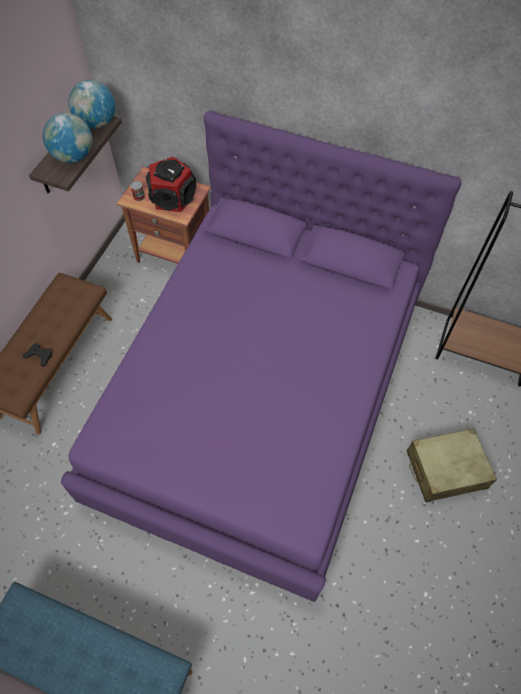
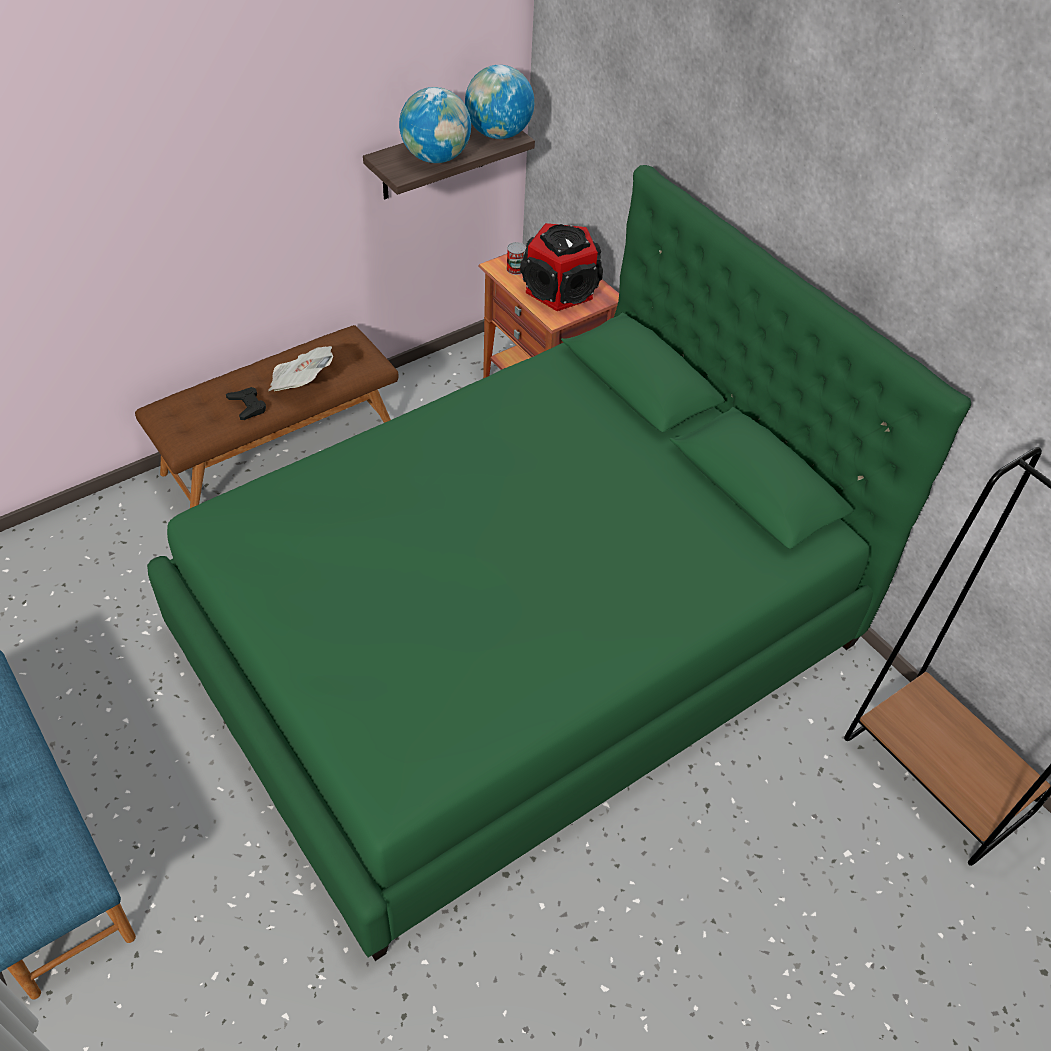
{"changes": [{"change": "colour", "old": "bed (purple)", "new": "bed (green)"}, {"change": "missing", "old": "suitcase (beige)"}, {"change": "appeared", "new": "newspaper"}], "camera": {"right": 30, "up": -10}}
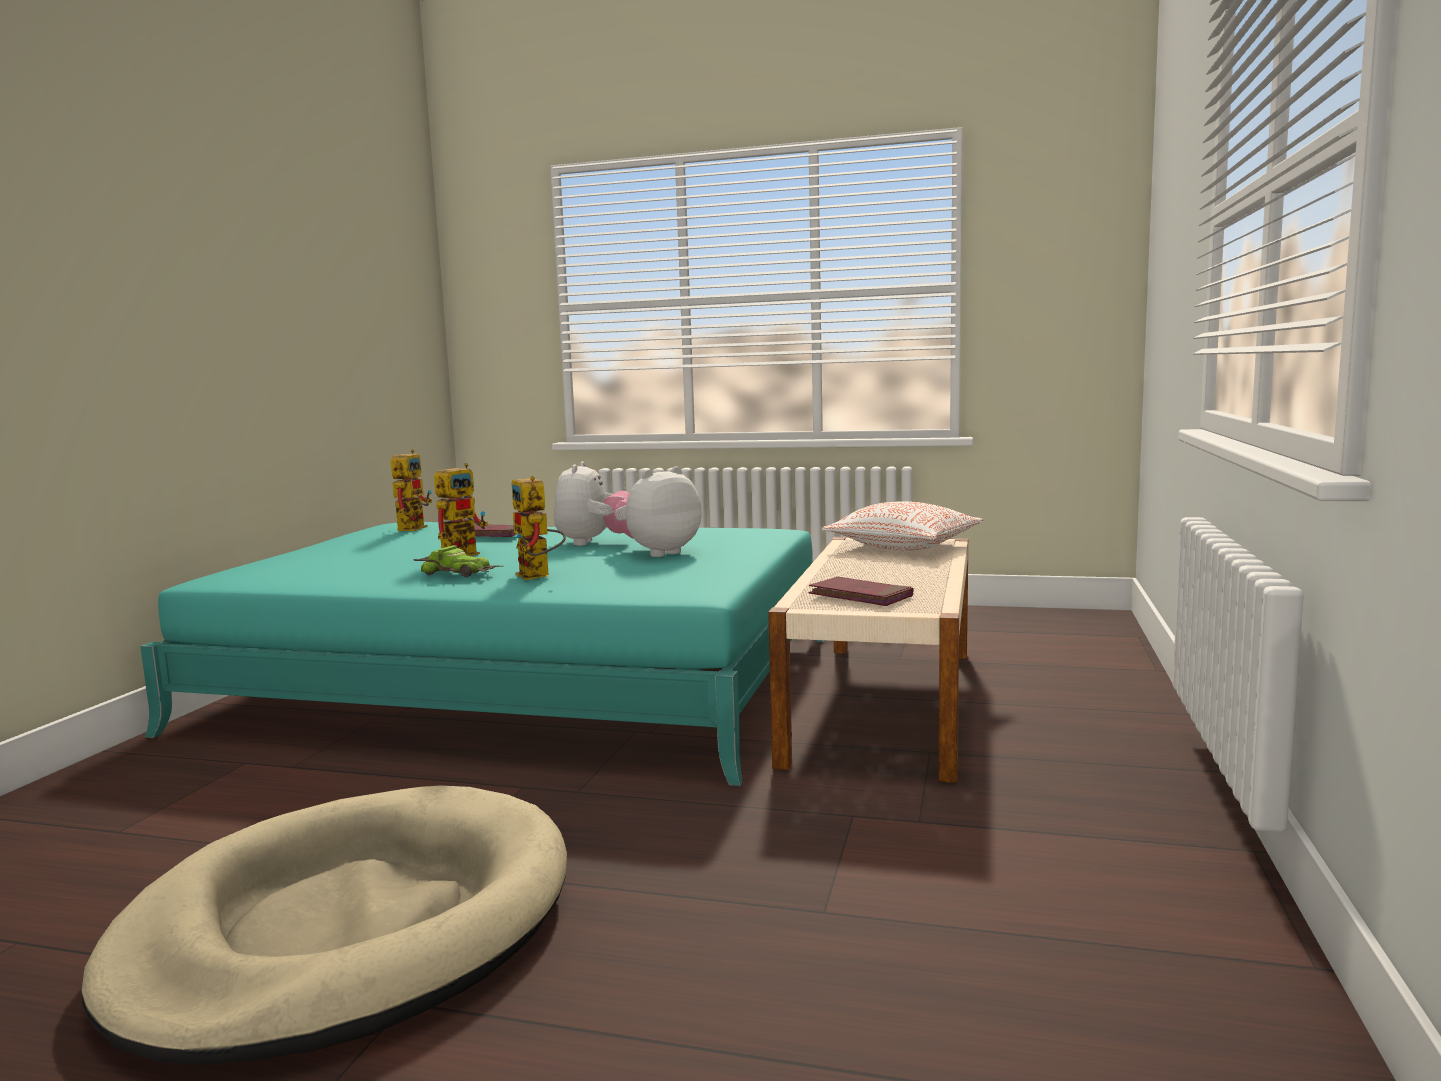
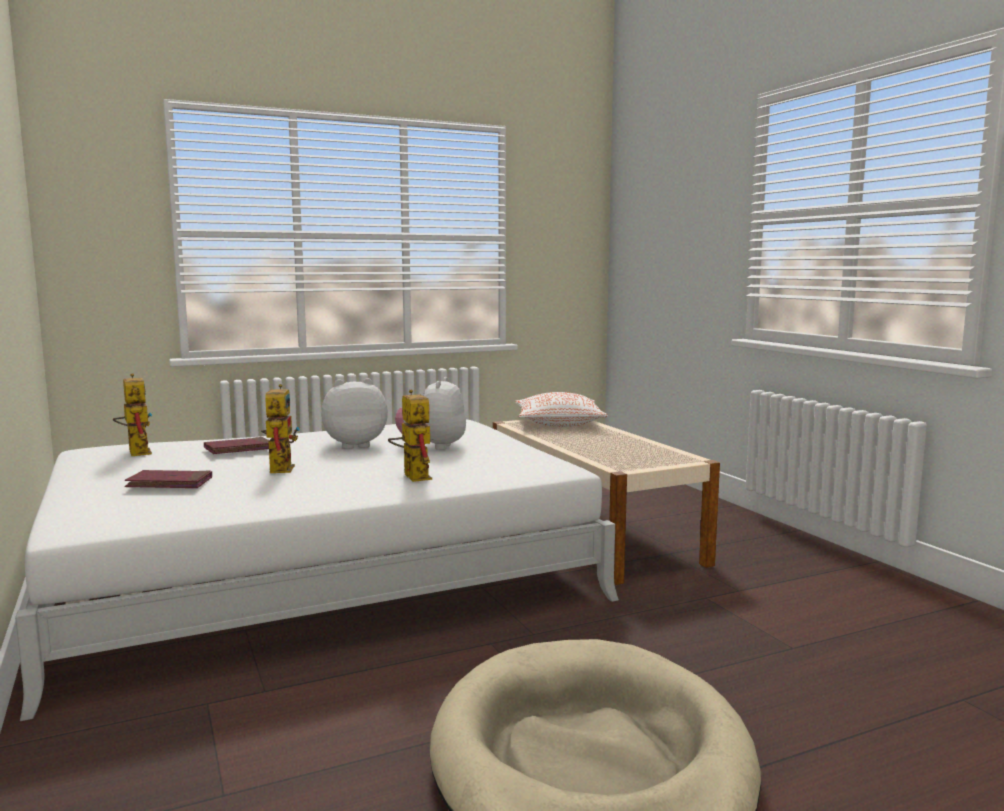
{"changes": [{"change": "spun", "old": "plush toy (no. 1 from left)", "degrees": -75}, {"change": "spun", "old": "toy robot (no. 3 from left)", "degrees": -135}, {"change": "colour", "old": "bed (turquoise)", "new": "bed (white)"}, {"change": "missing", "old": "toy car"}, {"change": "relocated", "old": "book (red) (no. 2 from left in the first image)", "new": "book (red) (no. 1 from left)"}], "camera": {"right": -40, "up": 0}}
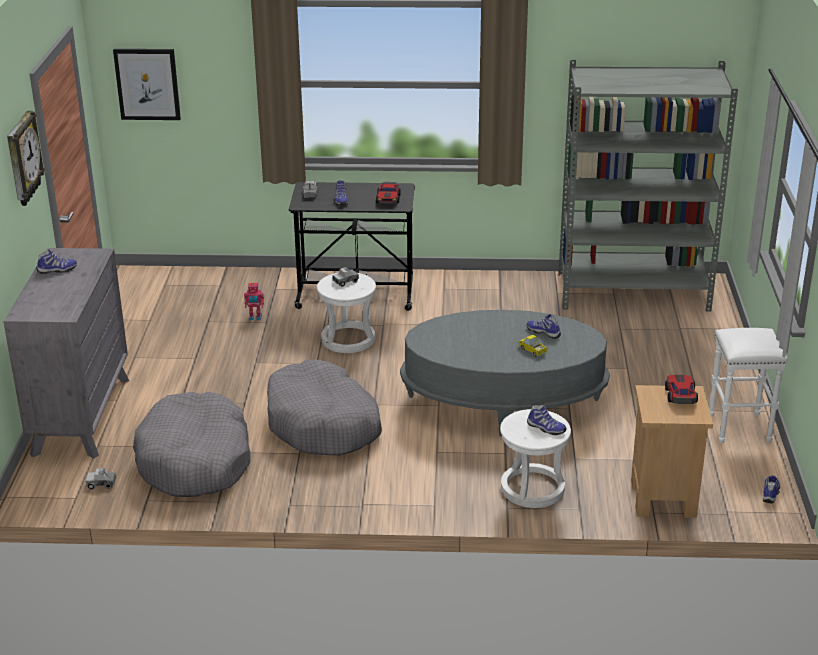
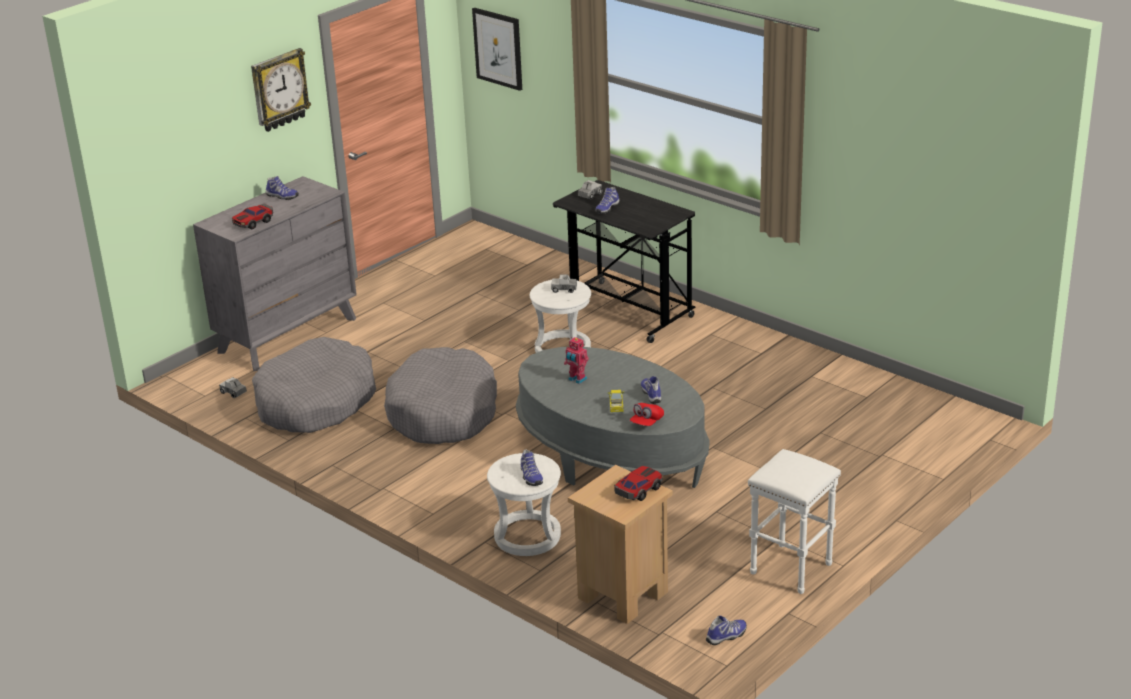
{"changes": [{"change": "missing", "old": "bookcase (grey)"}, {"change": "relocated", "old": "toy car (no. 1 from left)"}, {"change": "relocated", "old": "toy robot"}, {"change": "appeared", "new": "cap (red)"}], "camera": {"right": 40, "up": 0}}
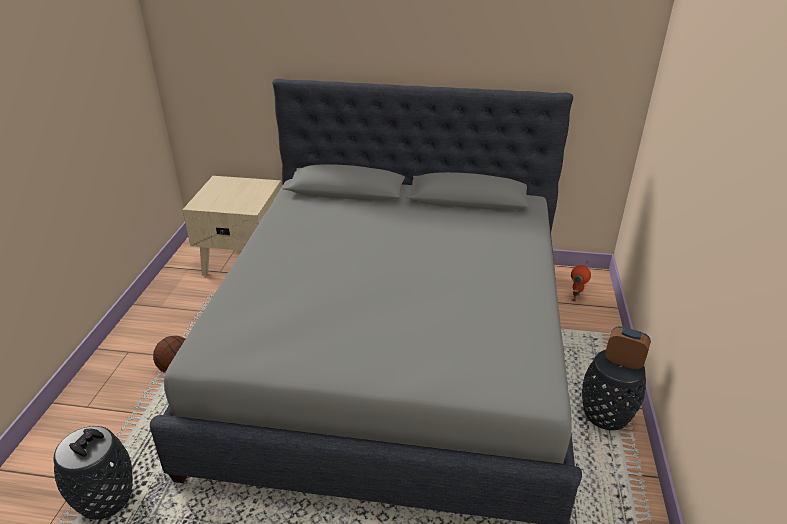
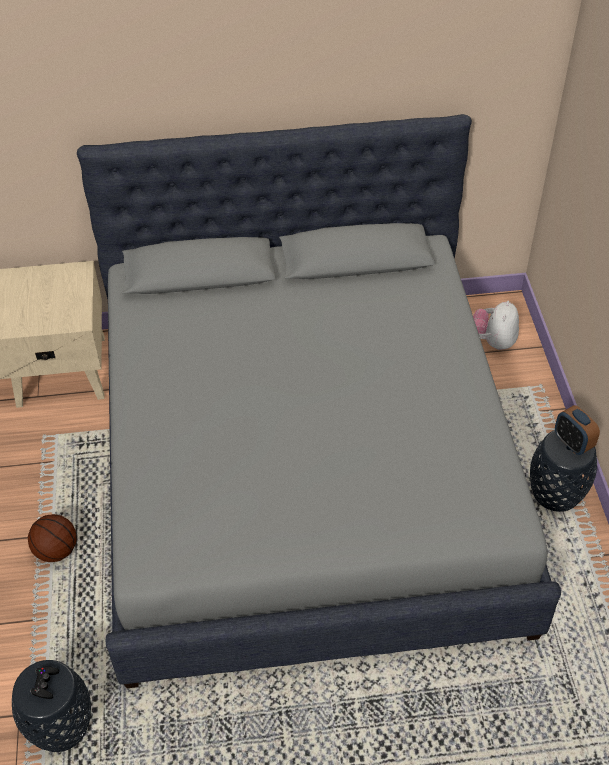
{"changes": [{"change": "exchanged", "old": "toy robot", "new": "plush toy"}, {"change": "spun", "old": "alarm clock", "degrees": -135}], "camera": {"right": -15, "up": 15}}
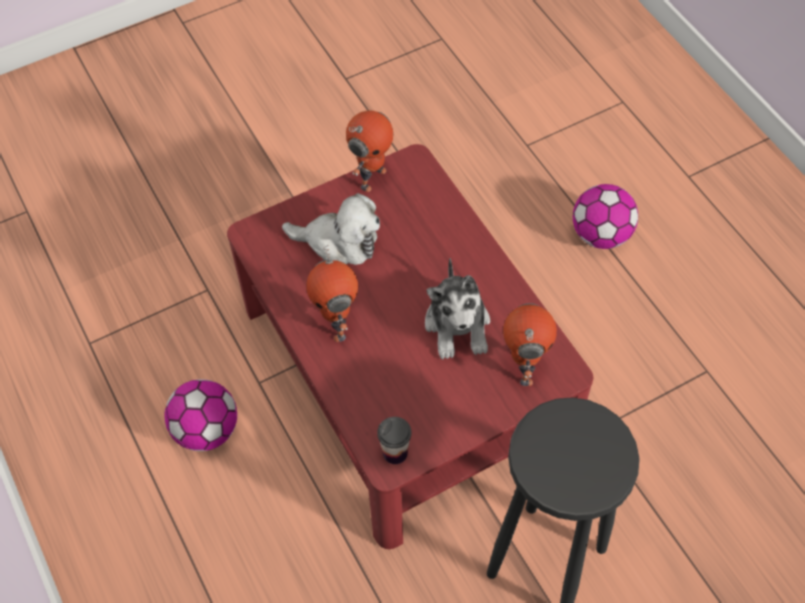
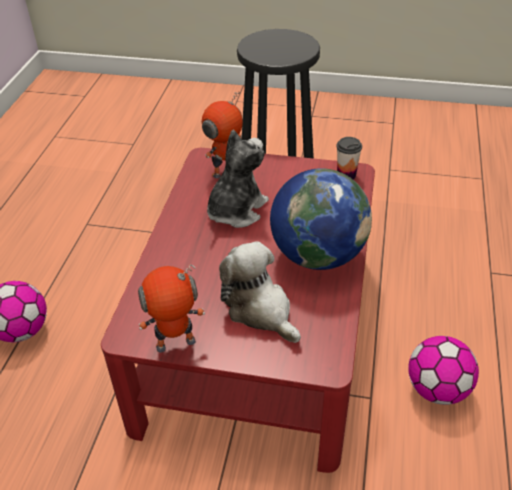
{"changes": [{"change": "exchanged", "old": "toy robot (no. 1 from left)", "new": "globe"}], "camera": {"right": -140, "up": -15}}
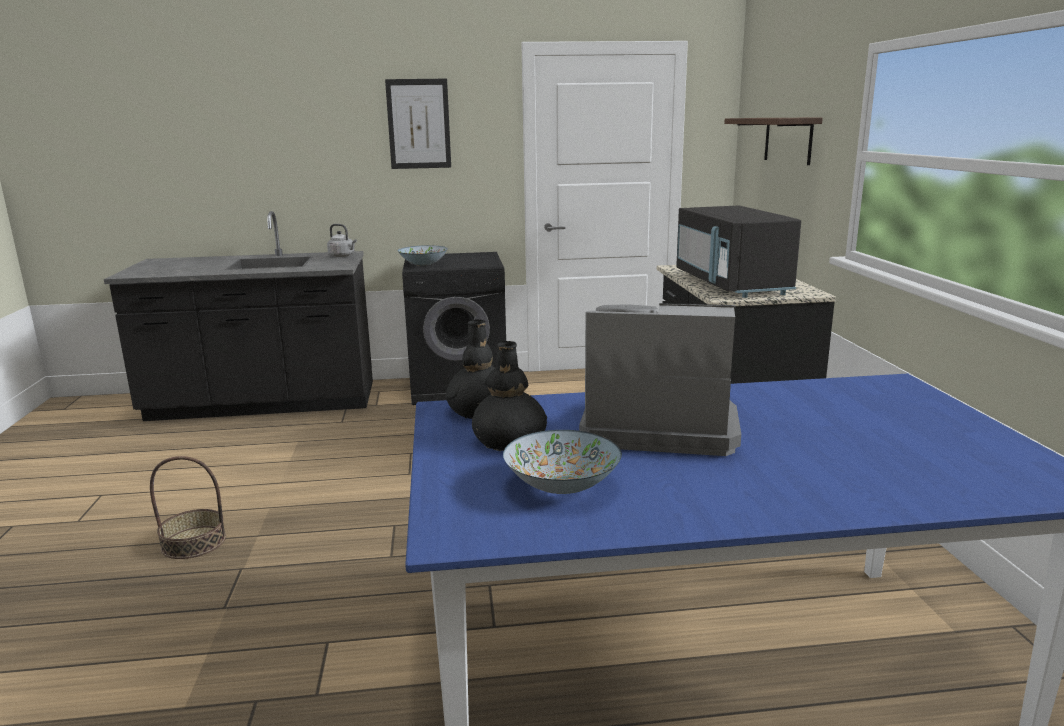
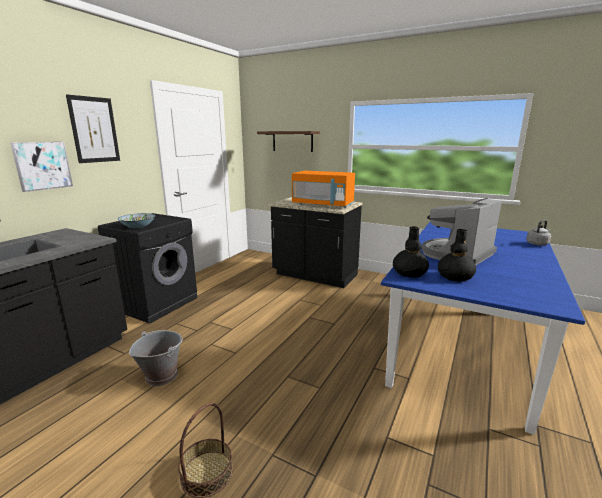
{"changes": [{"change": "colour", "old": "microwave (black)", "new": "microwave (orange)"}, {"change": "relocated", "old": "kettle (grey)"}, {"change": "missing", "old": "bowl (no. 2 from left)"}, {"change": "appeared", "new": "picture (no. 1 from left)"}, {"change": "appeared", "new": "bucket (grey)"}], "camera": {"right": -55, "up": 0}}
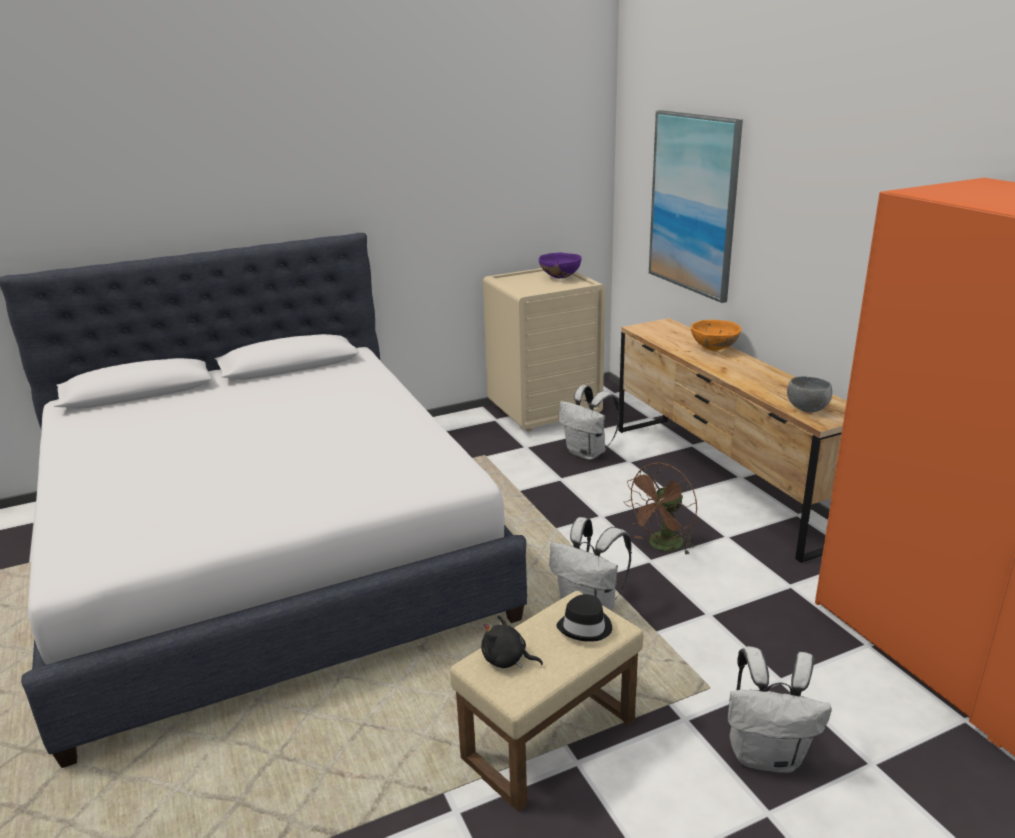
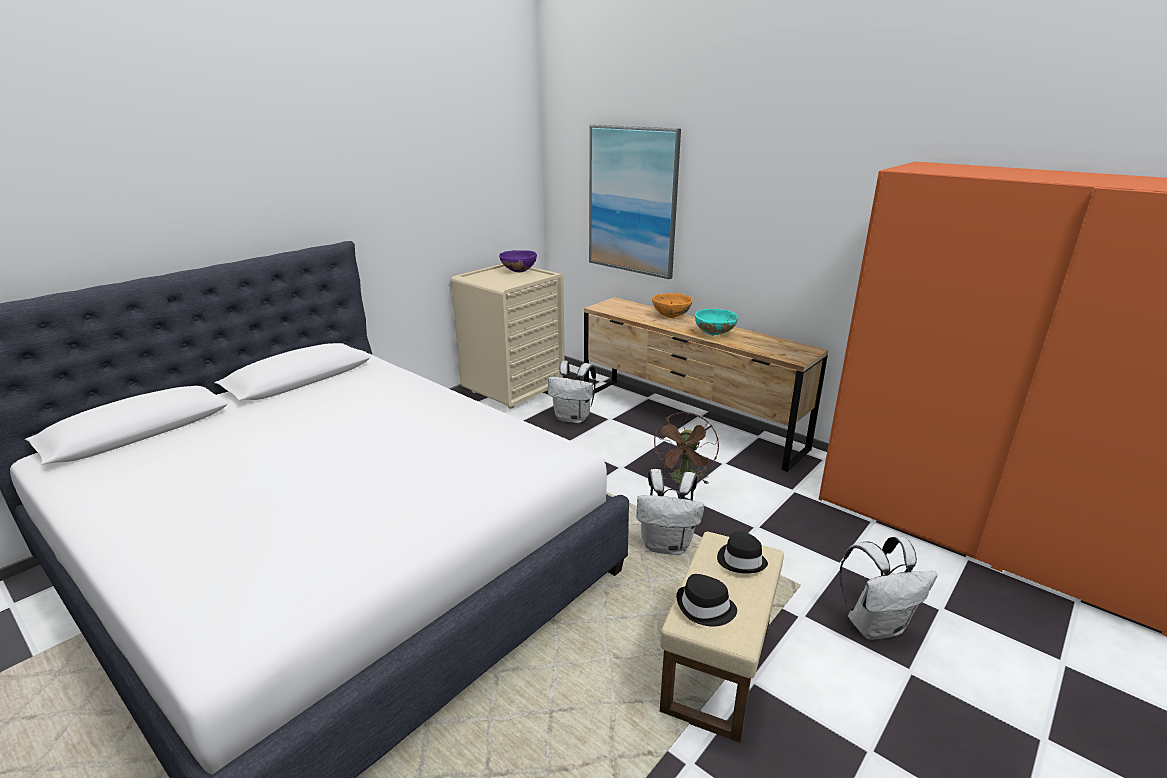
{"changes": [{"change": "missing", "old": "bowl (grey)"}, {"change": "exchanged", "old": "plush toy (black)", "new": "hat (black) (no. 1 from left)"}, {"change": "appeared", "new": "bowl (turquoise)"}], "camera": {"right": -25, "up": 0}}
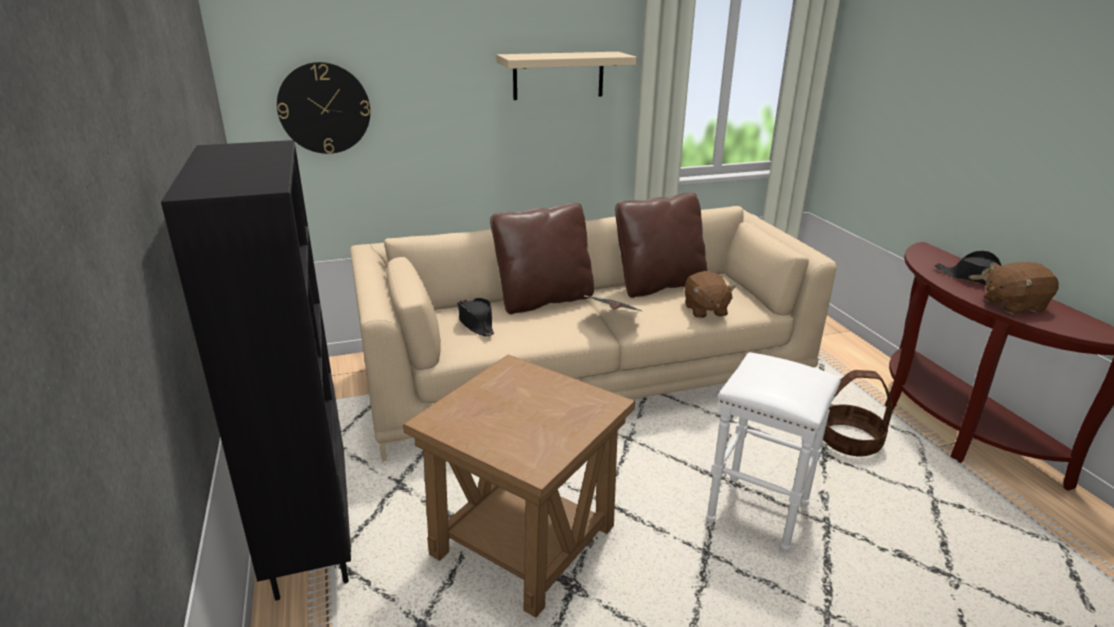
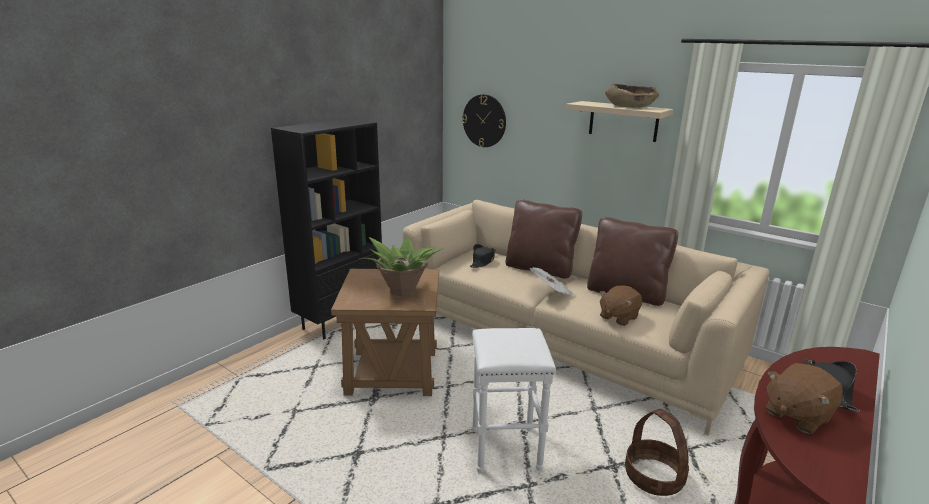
{"changes": [{"change": "spun", "old": "plush toy (brown) (no. 2 from left)", "degrees": -75}, {"change": "appeared", "new": "bowl (brown)"}, {"change": "appeared", "new": "potted plant"}], "camera": {"right": 55, "up": -5}}
